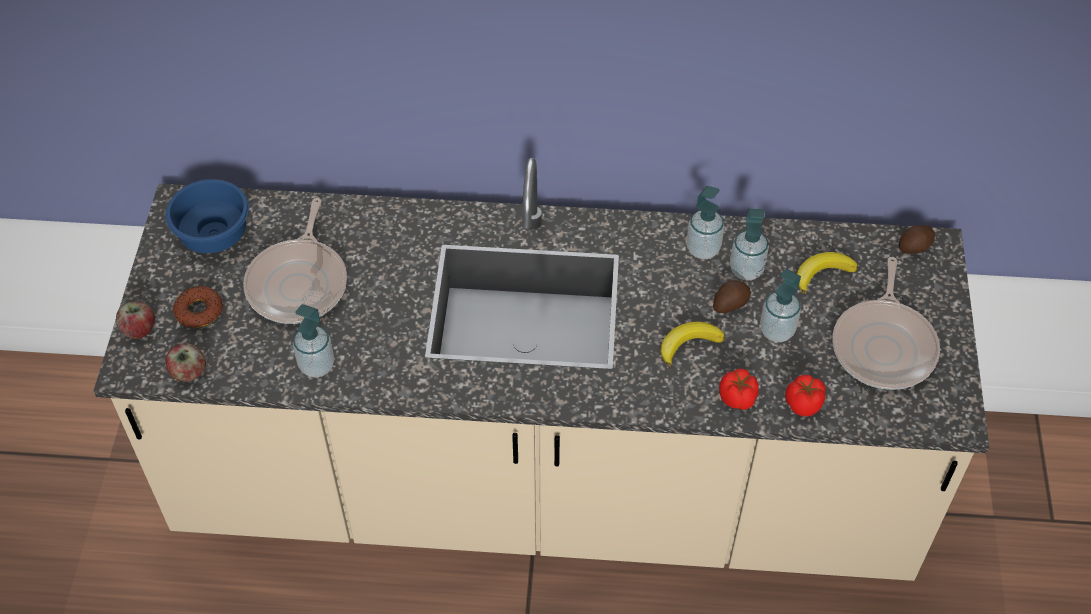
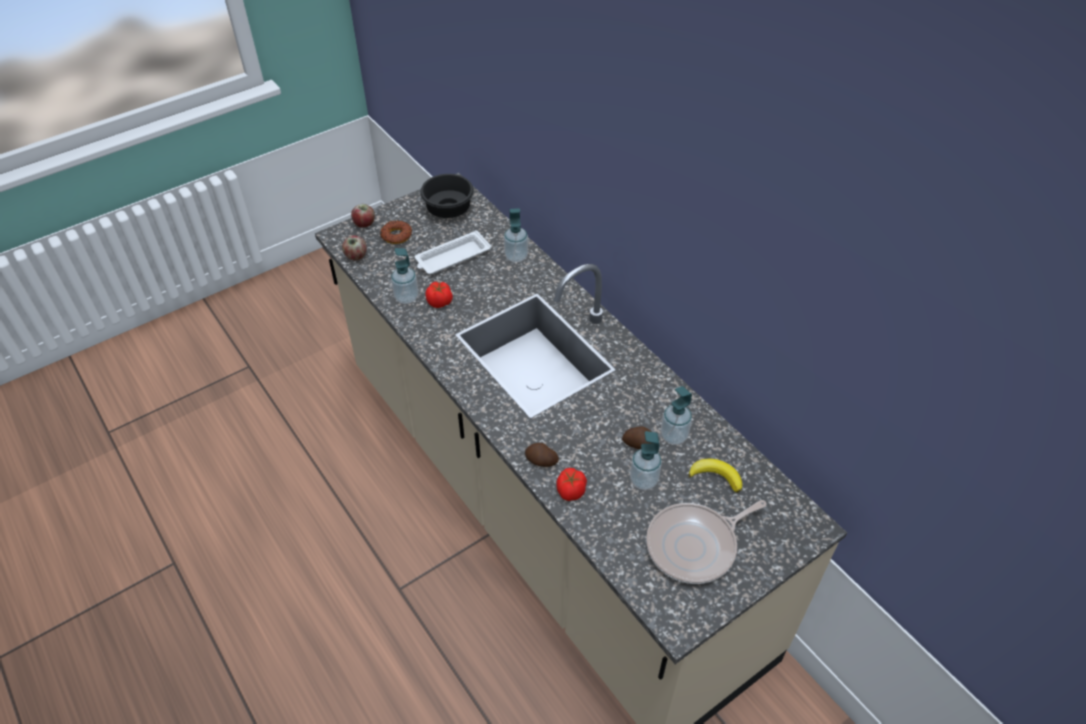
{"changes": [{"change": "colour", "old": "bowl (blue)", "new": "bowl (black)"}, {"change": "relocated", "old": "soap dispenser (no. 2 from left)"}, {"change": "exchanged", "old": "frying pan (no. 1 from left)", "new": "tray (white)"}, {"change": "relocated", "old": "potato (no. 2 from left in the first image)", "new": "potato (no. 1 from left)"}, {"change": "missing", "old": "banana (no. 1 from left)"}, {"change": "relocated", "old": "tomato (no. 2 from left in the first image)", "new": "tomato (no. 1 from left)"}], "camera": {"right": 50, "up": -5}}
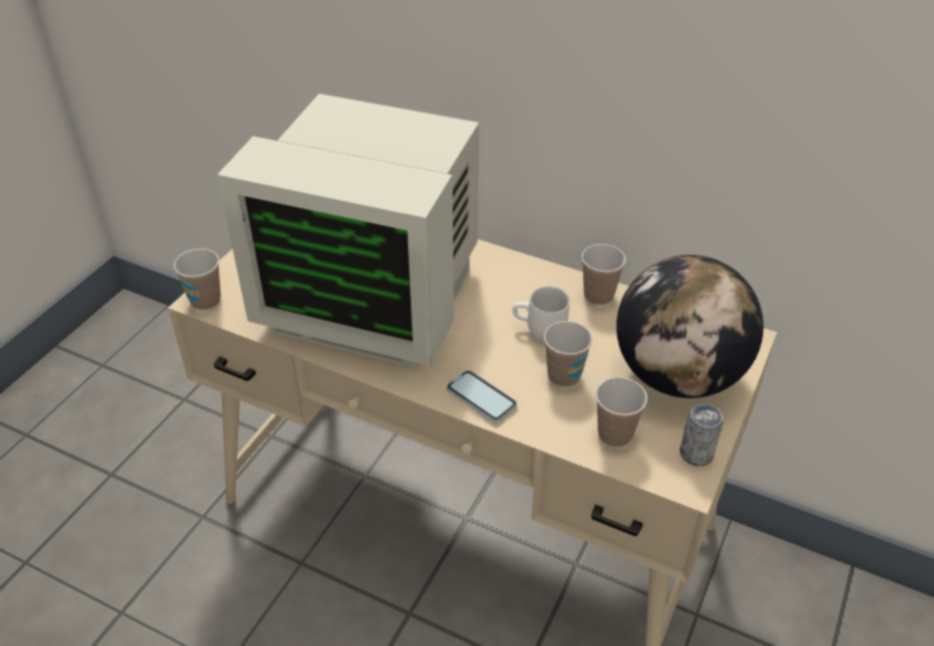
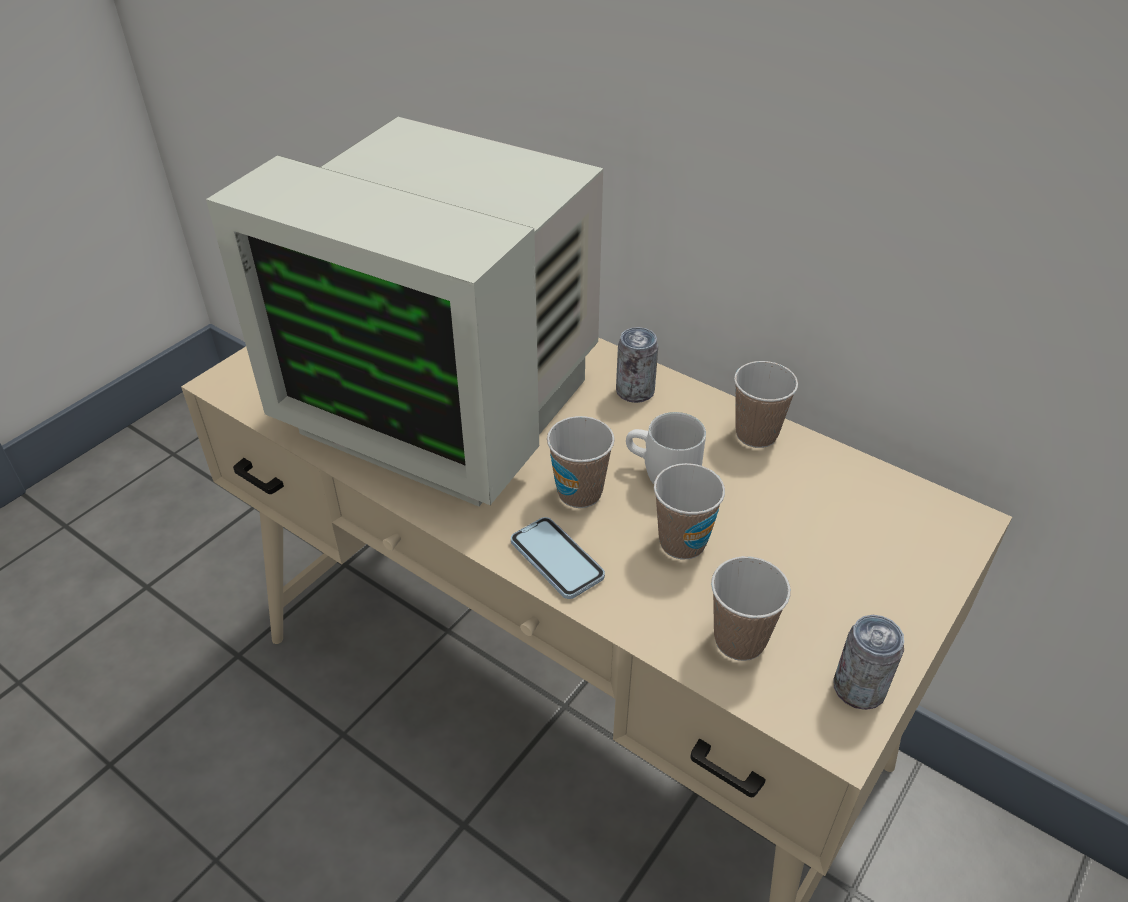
{"changes": [{"change": "relocated", "old": "cup (no. 1 from left)"}, {"change": "missing", "old": "globe"}, {"change": "appeared", "new": "can (no. 1 from left)"}], "camera": {"right": 10, "up": 0}}
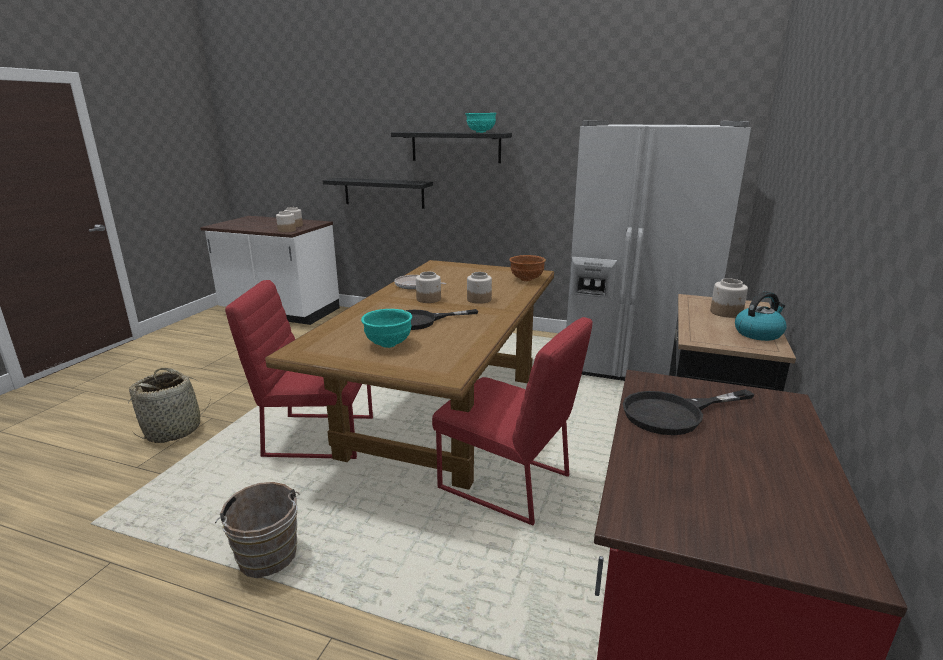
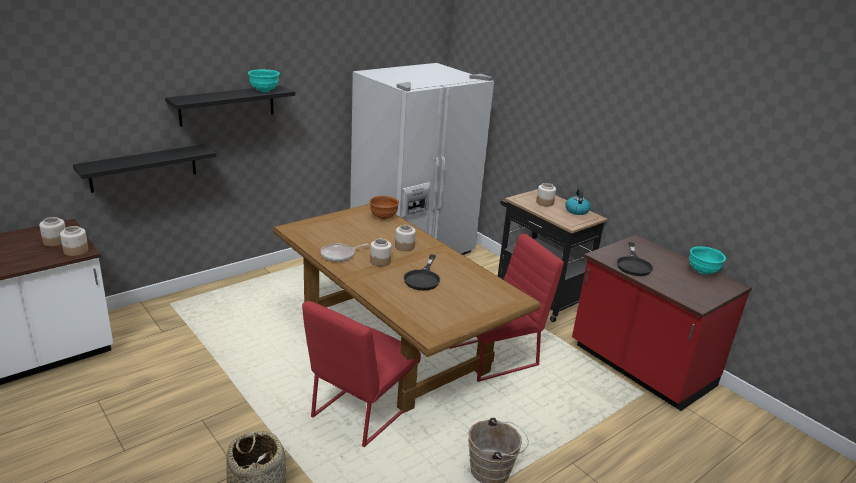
{"changes": [{"change": "relocated", "old": "bowl (turquoise) (no. 1 from left in the first image)", "new": "bowl (turquoise) (no. 2 from left)"}], "camera": {"right": -60, "up": 5}}
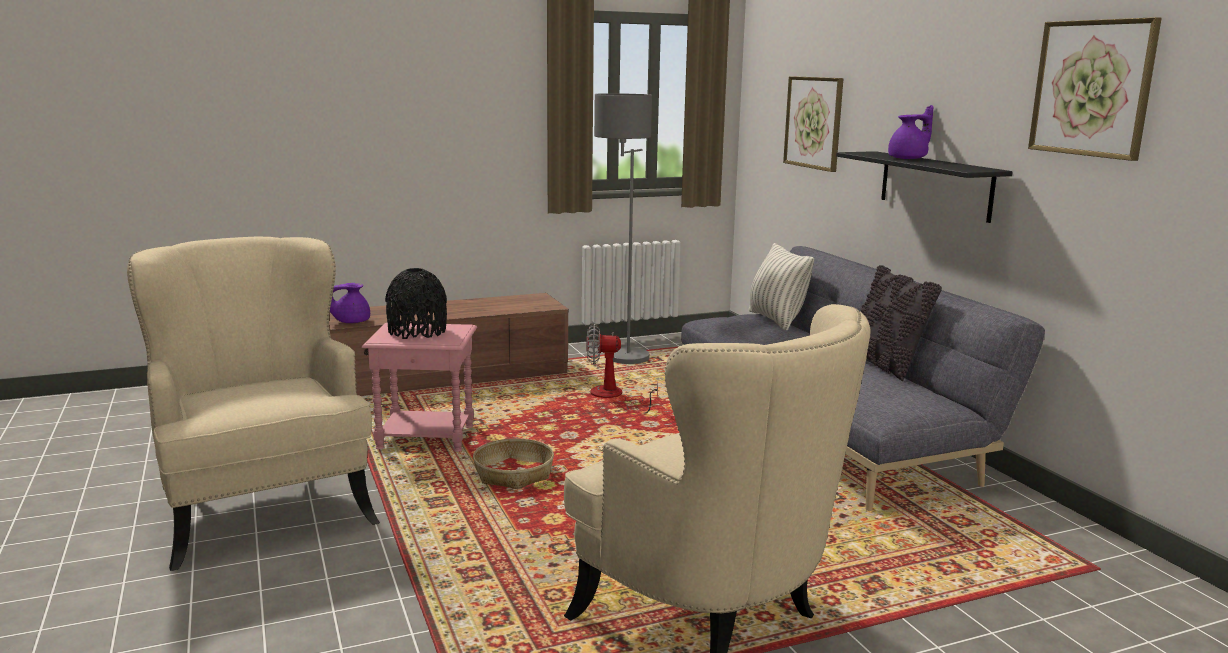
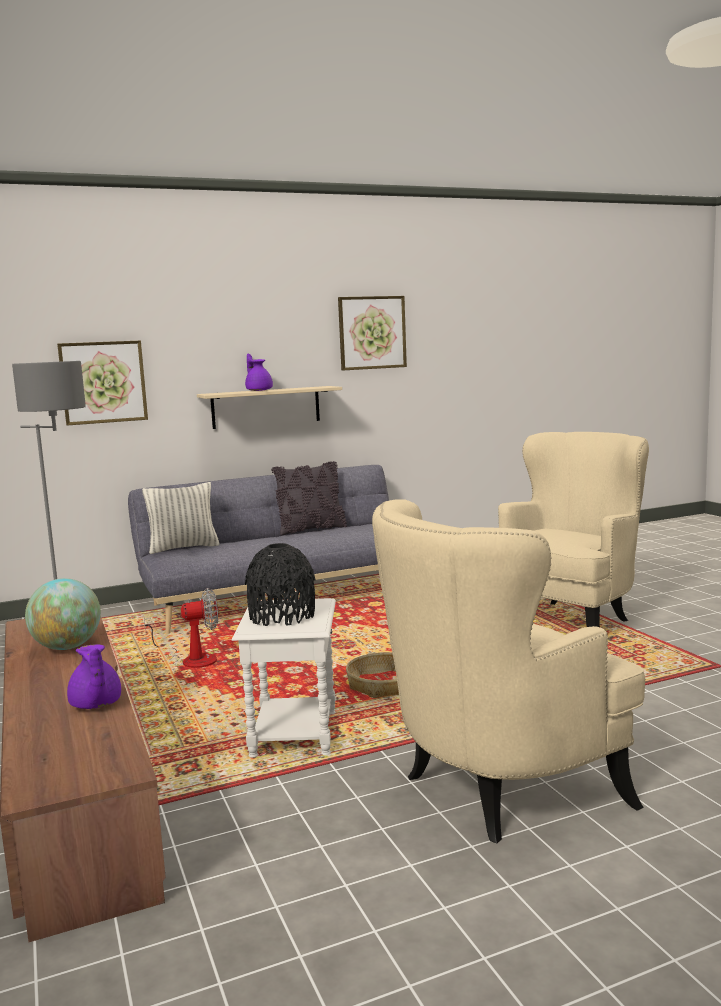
{"changes": [{"change": "colour", "old": "shelf (black)", "new": "shelf (beige)"}, {"change": "colour", "old": "side table (pink)", "new": "side table (white)"}, {"change": "spun", "old": "fan", "degrees": -105}, {"change": "appeared", "new": "globe"}], "camera": {"right": -90, "up": -5}}
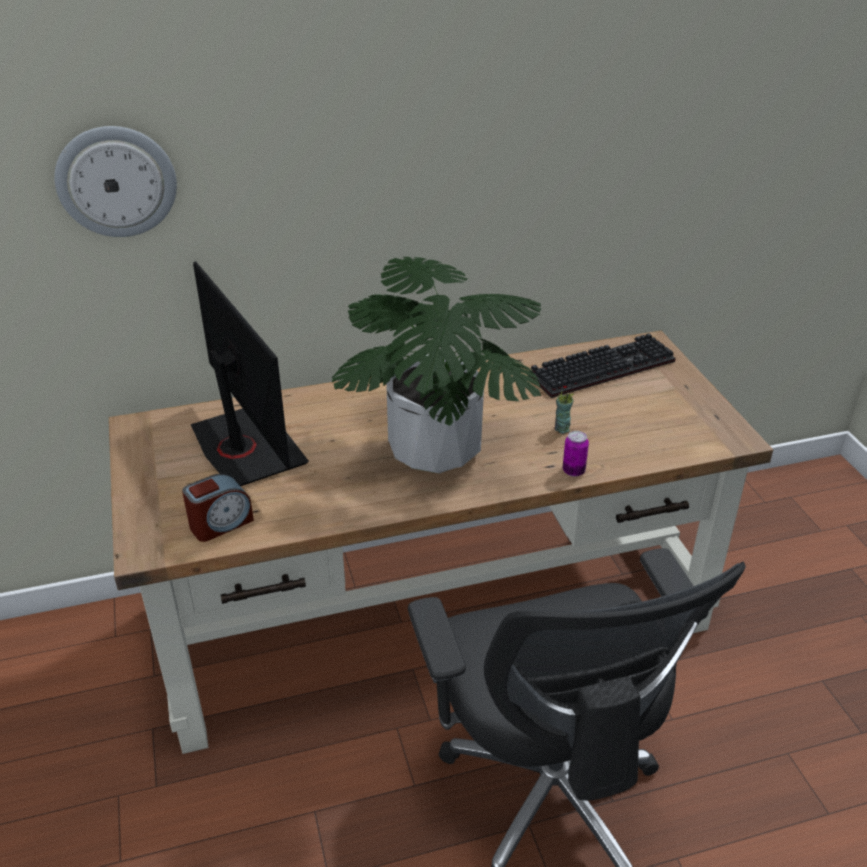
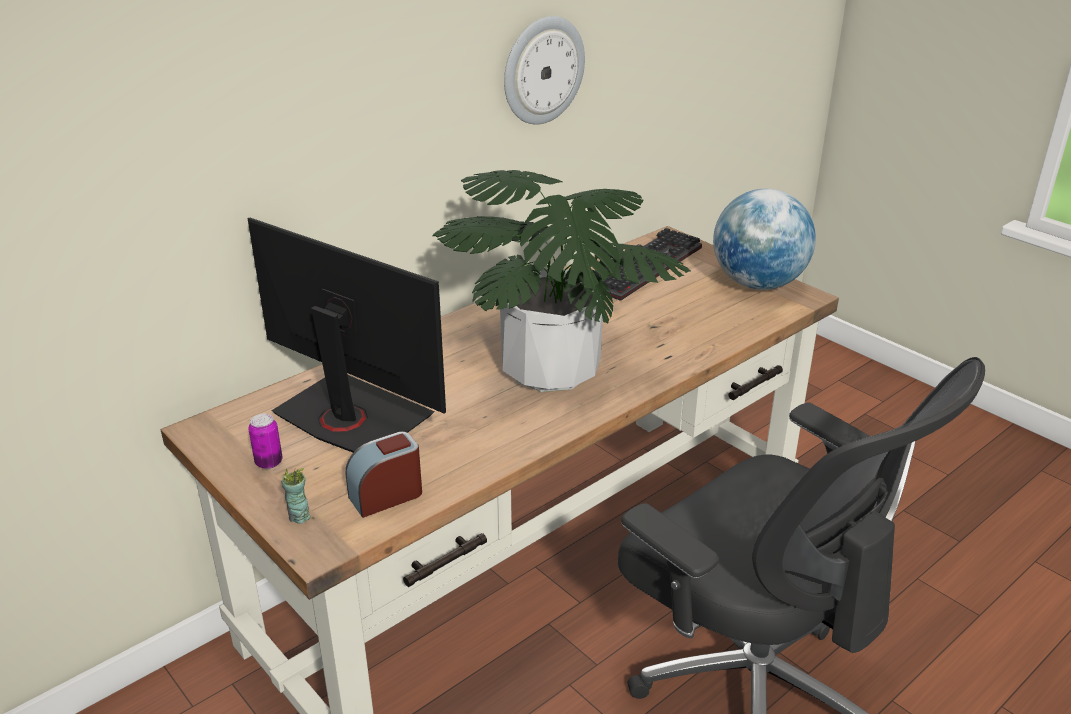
{"changes": [{"change": "relocated", "old": "wall clock"}, {"change": "relocated", "old": "cup"}, {"change": "relocated", "old": "can"}, {"change": "spun", "old": "alarm clock", "degrees": -150}, {"change": "appeared", "new": "globe"}], "camera": {"right": -25, "up": -5}}
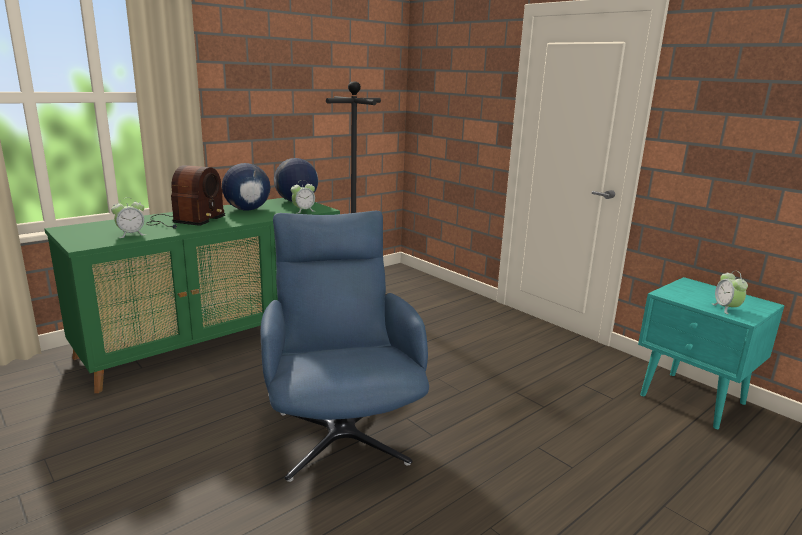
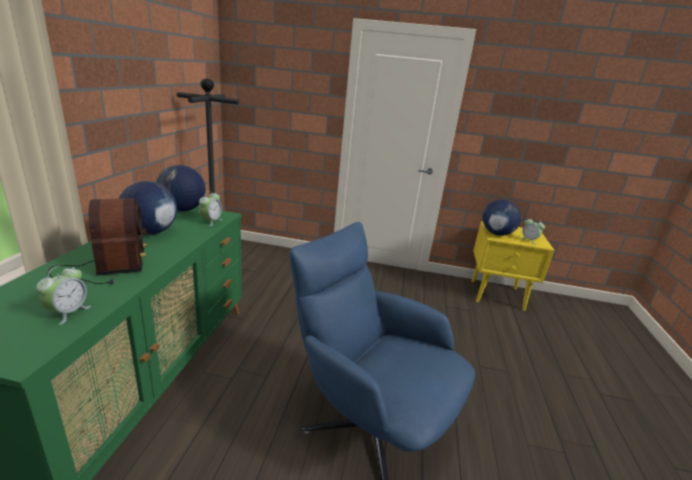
{"changes": [{"change": "colour", "old": "nightstand (turquoise)", "new": "nightstand (yellow)"}, {"change": "appeared", "new": "globe (no. 3 from left)"}], "camera": {"right": -40, "up": 5}}
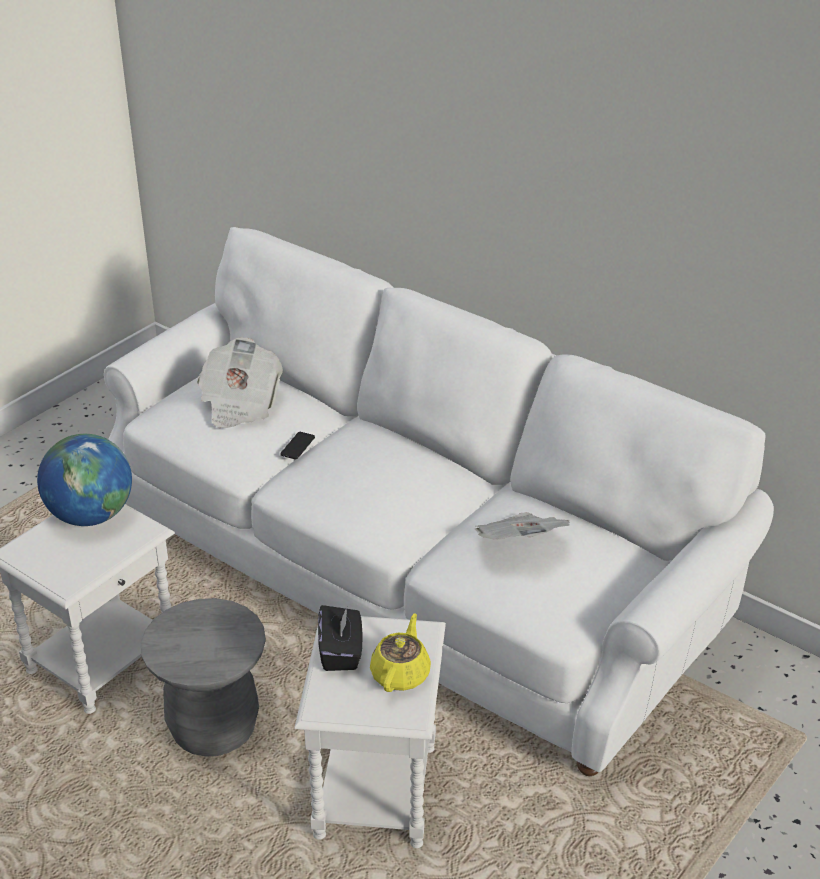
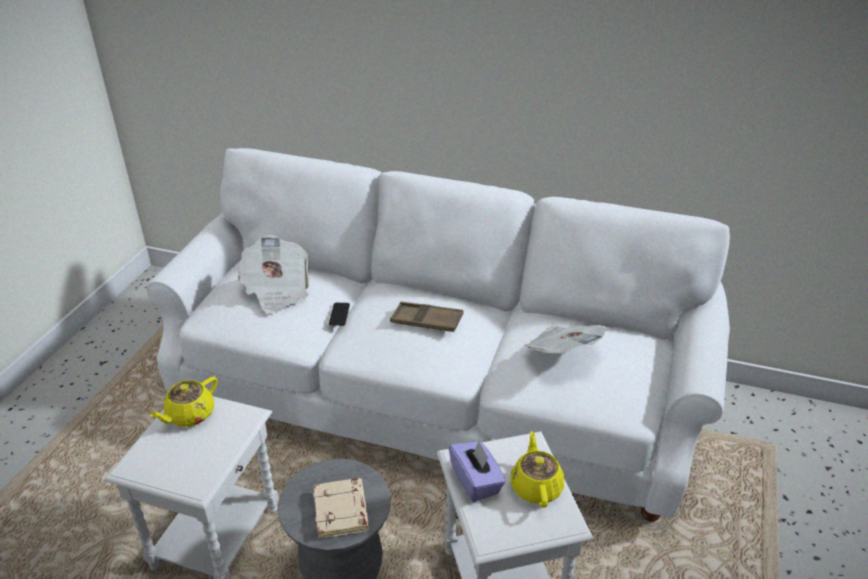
{"changes": [{"change": "exchanged", "old": "globe", "new": "teapot (yellow) (no. 1 from left)"}, {"change": "colour", "old": "tissue box (black)", "new": "tissue box (purple)"}, {"change": "appeared", "new": "tray (brown)"}, {"change": "appeared", "new": "book (beige)"}], "camera": {"right": -20, "up": 0}}
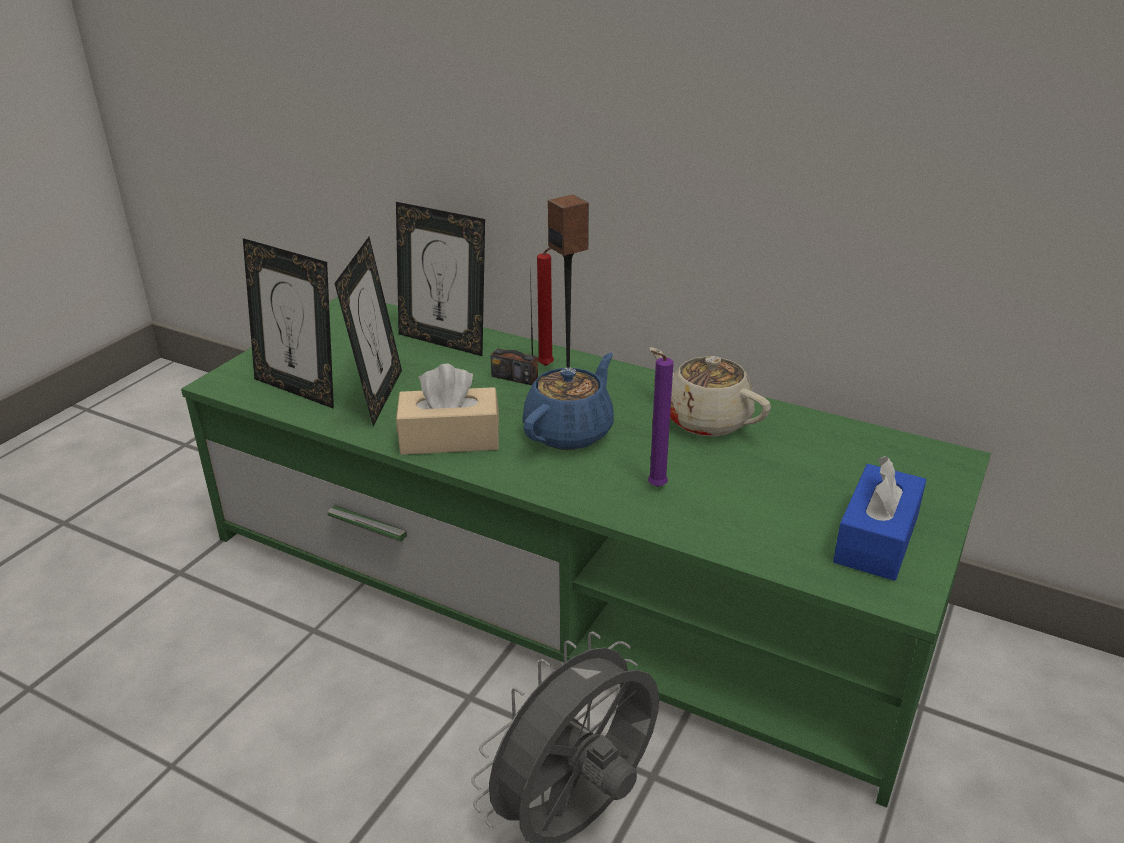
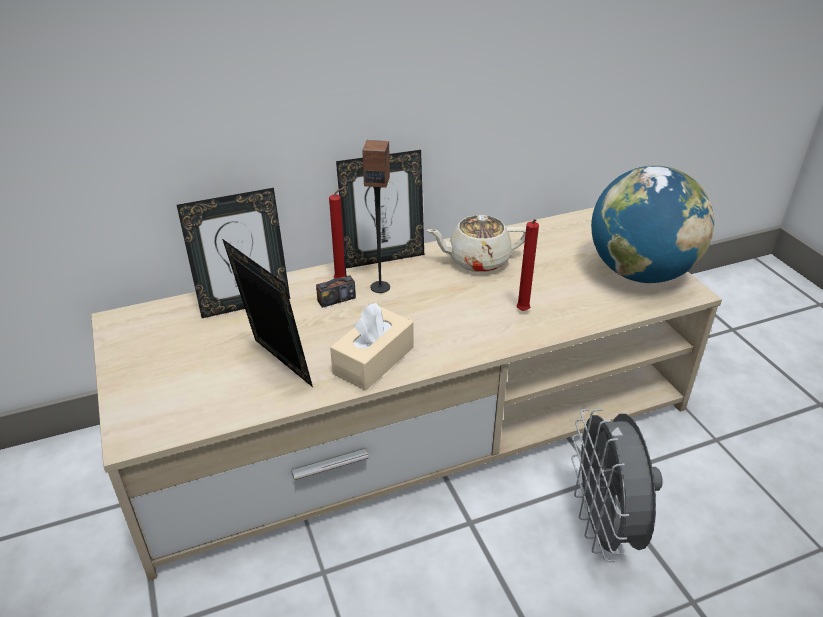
{"changes": [{"change": "relocated", "old": "picture frame (no. 1 from left in the first image)", "new": "picture frame (no. 3 from left)"}, {"change": "colour", "old": "tv stand (green)", "new": "tv stand (beige)"}, {"change": "colour", "old": "candle (purple)", "new": "candle (red) (no. 2 from left)"}, {"change": "missing", "old": "teapot (blue)"}, {"change": "exchanged", "old": "tissue box (blue)", "new": "globe"}], "camera": {"right": -50, "up": 5}}
